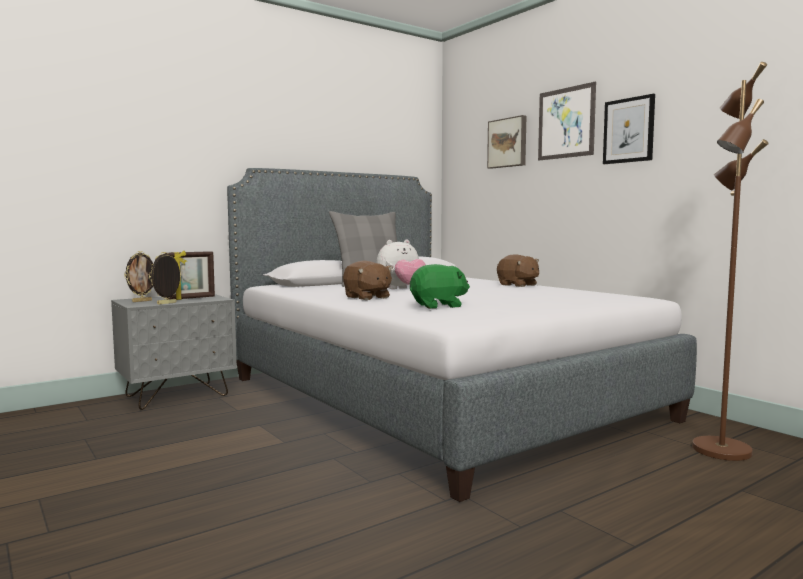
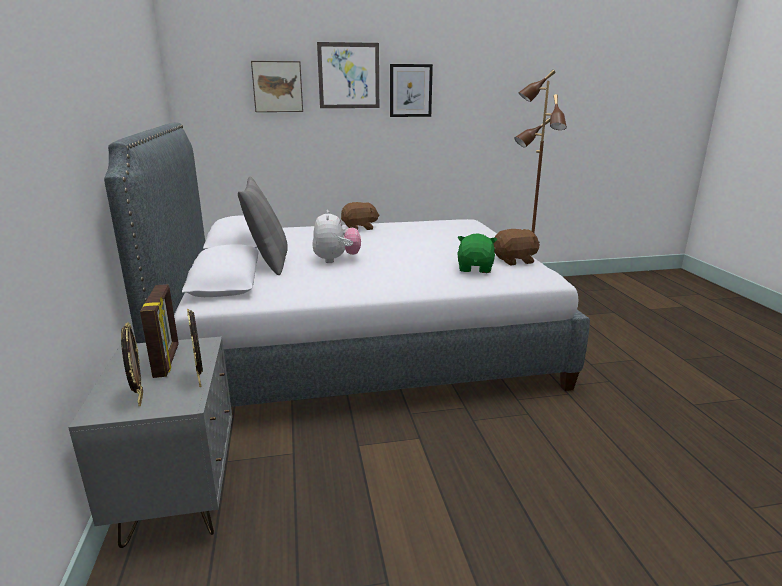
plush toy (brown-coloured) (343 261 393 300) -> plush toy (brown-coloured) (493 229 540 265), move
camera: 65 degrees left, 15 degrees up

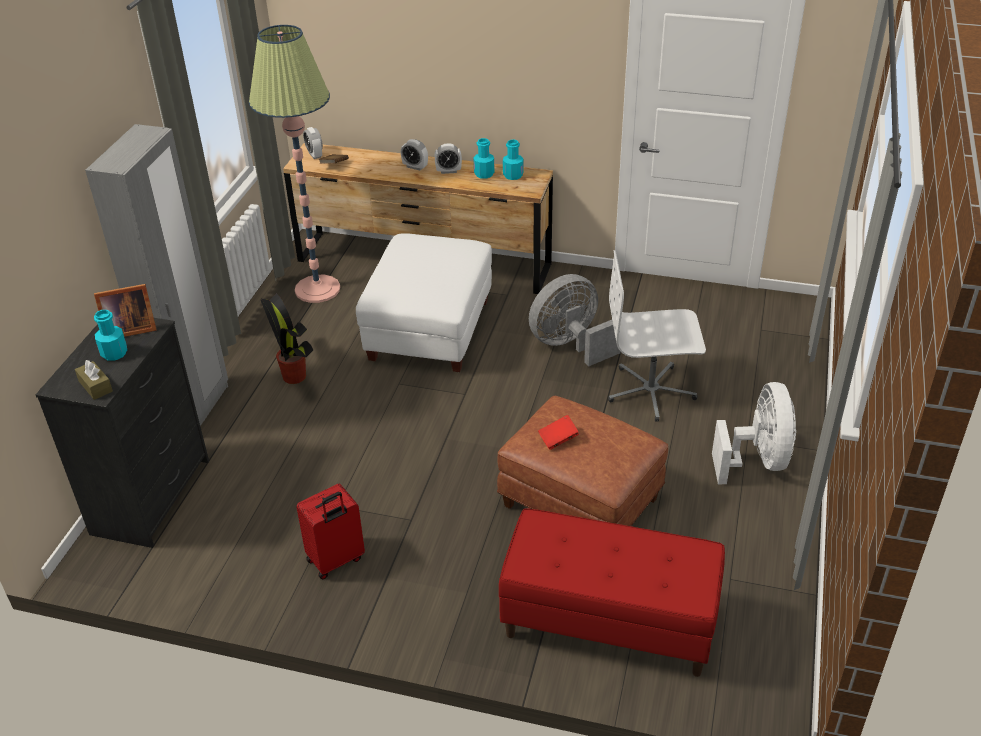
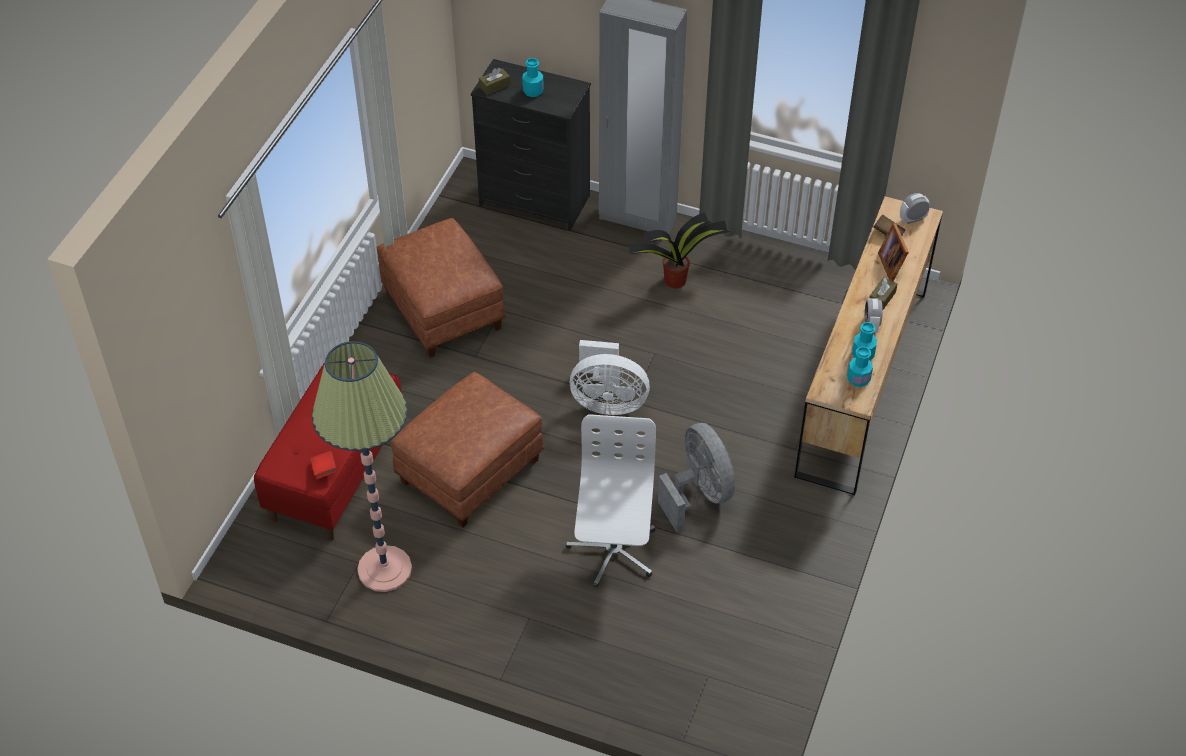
bound book (red) (538 415 579 450) -> bound book (red) (310 451 337 479), move
standard lamp (249 25 340 303) -> standard lamp (312 341 412 592), move
suitcase (red) (296 484 365 580) -> pouffe (brown-coloured) (377 218 506 357)
cooling fan (white-coloured) (712 382 796 484) -> cooling fan (white-coloured) (570 340 650 415), move
alarm clock (401 139 428 171) -> box of tissues (brown-coloured) (869 277 898 310)
photo frame (94 284 156 337) -> photo frame (878 223 909 281), move
pouffe (white-coloured) (356 233 492 372) -> none
camera: 95 degrees right, 10 degrees up

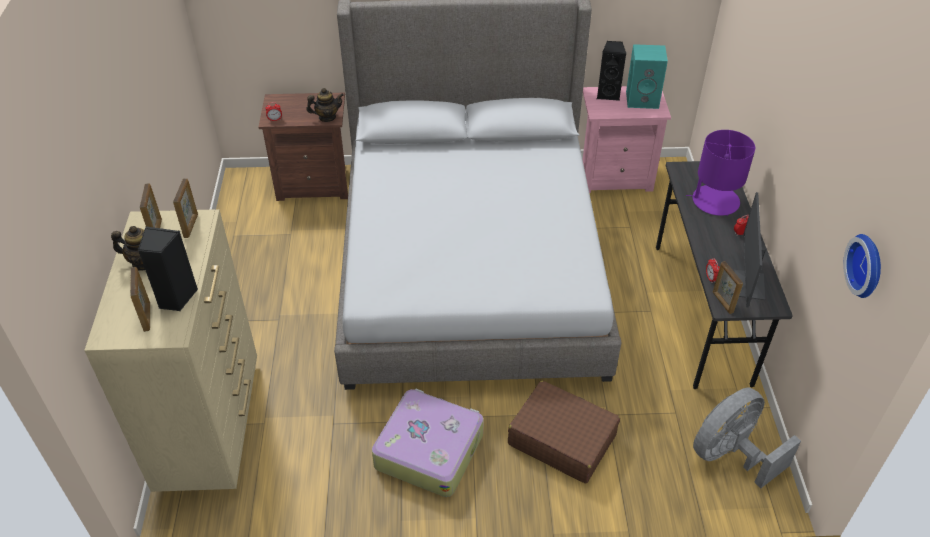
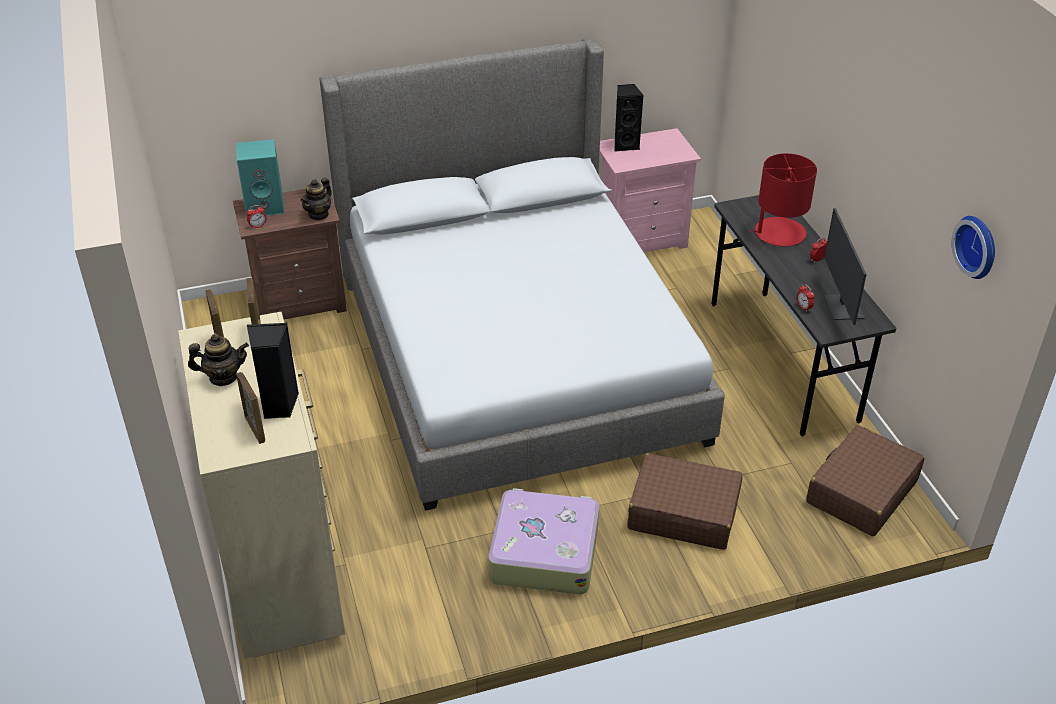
speaker (turquoise-coloured) (626 44 668 109) -> speaker (turquoise-coloured) (236 139 284 216), move
teapot (306 88 344 122) -> teapot (300 178 332 221), 150 degrees clockwise
table lamp (purple) (686 130 755 216) -> table lamp (red) (749 153 817 246)
cooling fan (greyish) (693 387 801 488) -> suitcase (brown-coloured) (806 425 924 536)
photo frame (713 261 743 314) -> none
camera: 15 degrees left, 5 degrees down

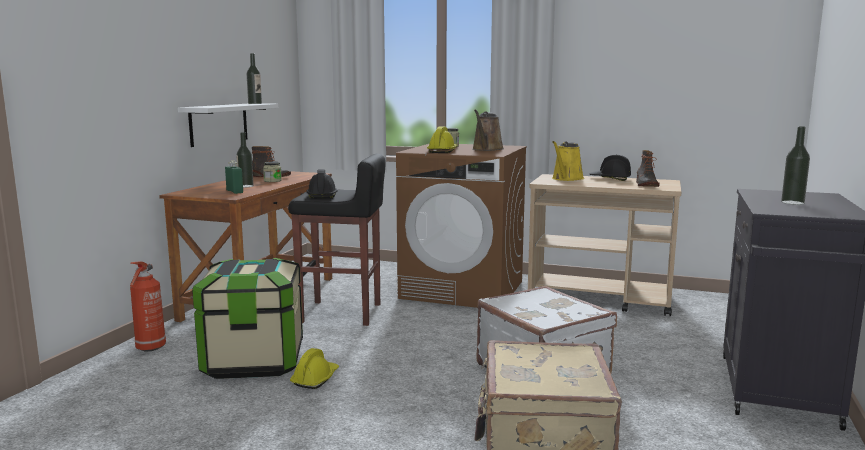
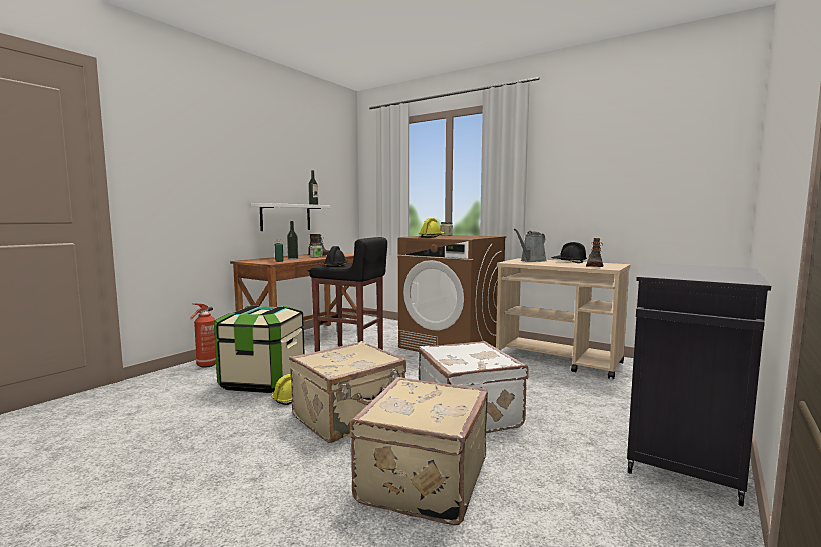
none -> suitcase (sand-coloured) (289 341 406 443)
watering pot (yellow) (552 141 584 181) -> watering pot (greyish) (514 229 547 262)
watering pot (brown-coloured) (472 110 504 151) -> none
drink bottle (781 126 810 205) -> none
camera: 15 degrees right, 5 degrees down

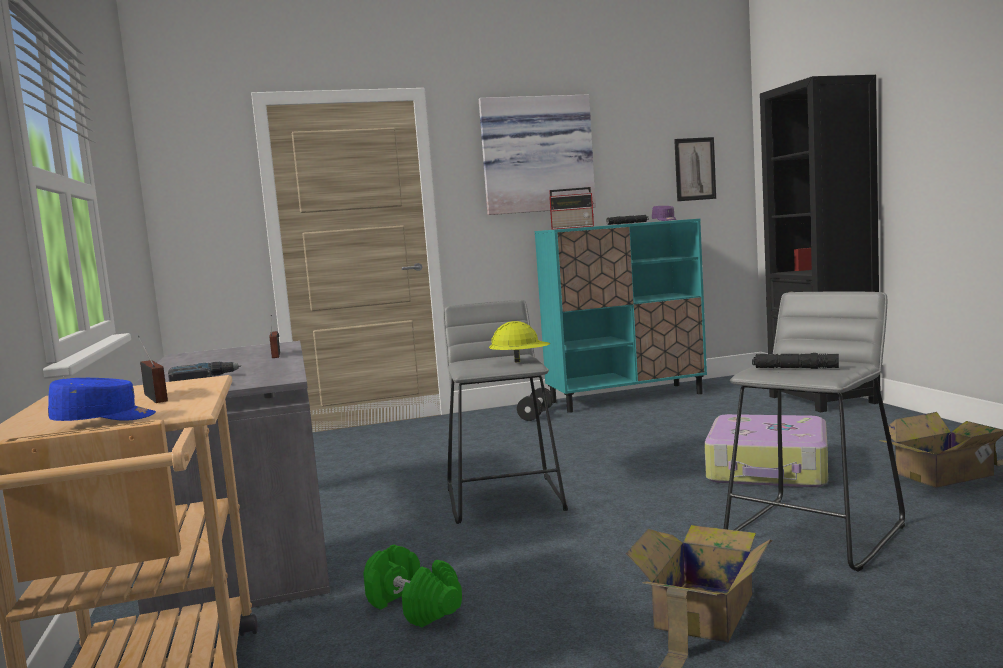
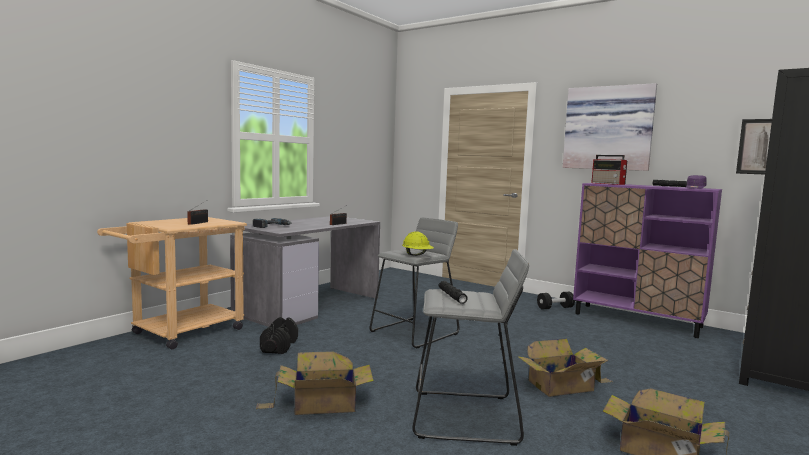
hand weight (green-coloured) (364 545 462 627) -> hand weight (blackish) (260 317 298 354)
suitcase (704 414 828 487) -> carton (517 339 613 397)
storage cabinet (turquoise-coloured) (535 219 707 413) -> storage cabinet (purple) (573 183 722 338)
baseball cap (blue-coloured) (48 378 156 421) -> none
camera: 50 degrees right, 0 degrees up

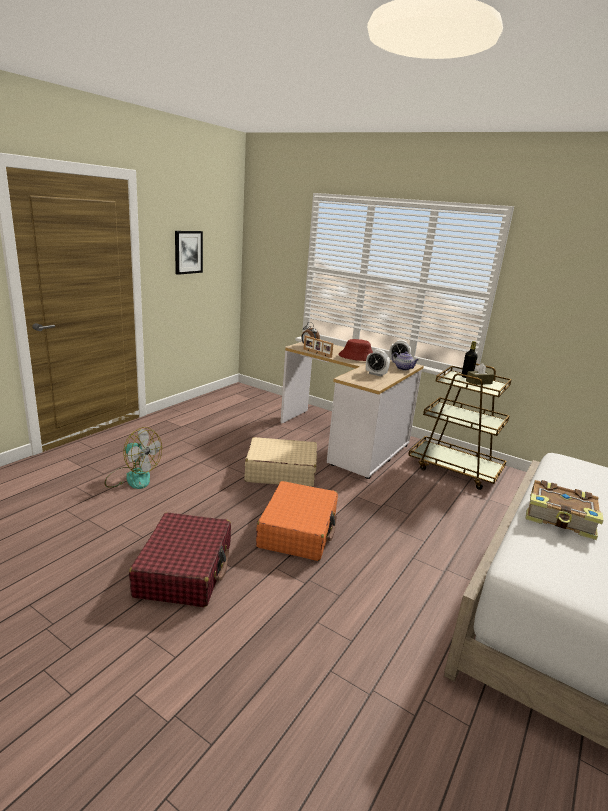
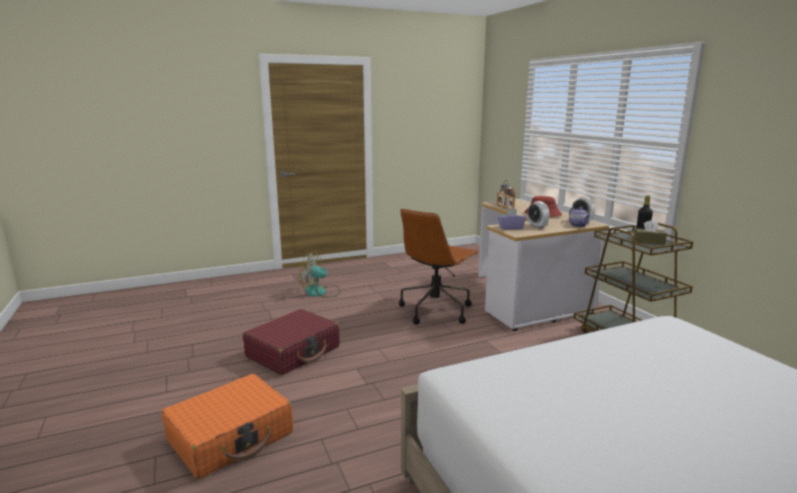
suitcase (orangey) (256 481 338 561) -> suitcase (orangey) (161 374 293 479), move
cooling fan (105 427 162 489) -> cooling fan (299 252 340 298), 135 degrees clockwise
suitcase (sand-coloured) (245 437 317 487) -> office chair (brown-coloured) (399 209 479 324)
none -> box of tissues (purple) (498 209 526 230)
wall picture (175 231 203 275) -> none
bound book (525 480 604 540) -> none
camera: 35 degrees right, 5 degrees down

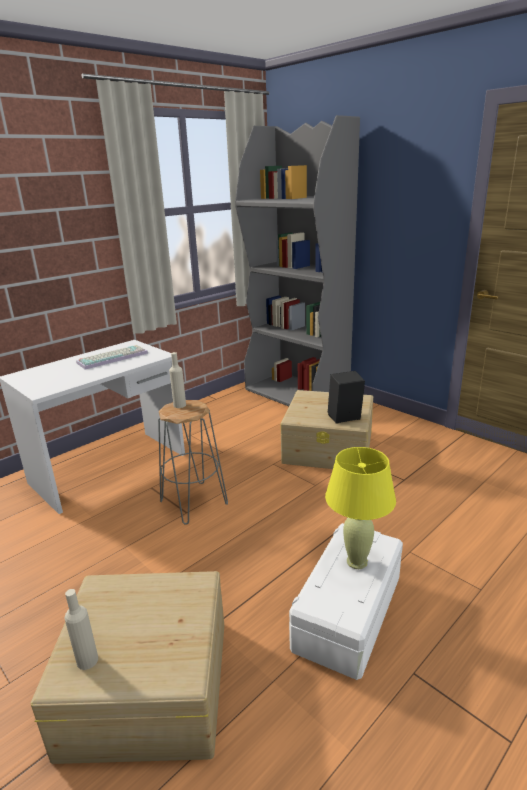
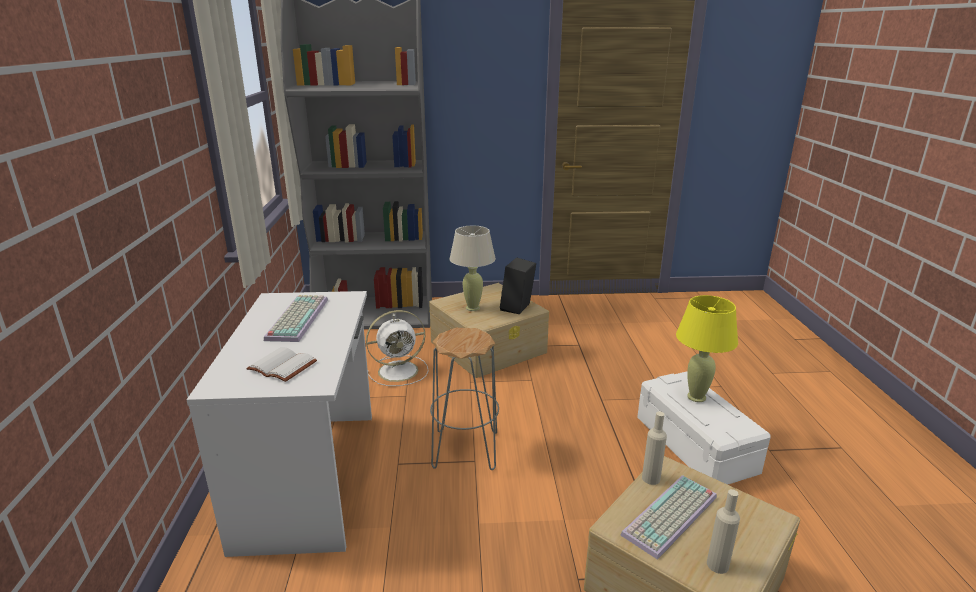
none -> bound book (white-coloured) (246 347 317 382)
none -> cooling fan (white-coloured) (366 310 429 386)
none -> table lamp (sand-coloured) (450 226 496 311)
none -> computer keyboard (620 475 717 560)
drink bottle (sand-coloured) (169 352 186 408) -> drink bottle (sand-coloured) (642 411 667 485), move
camera: 50 degrees left, 0 degrees up

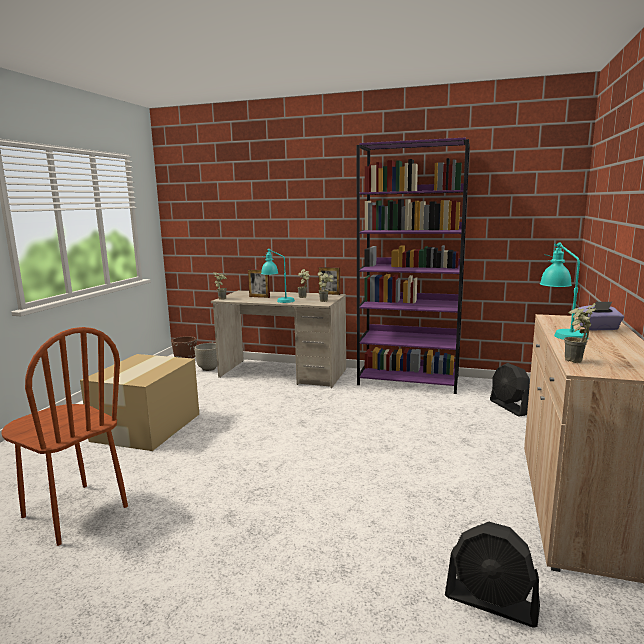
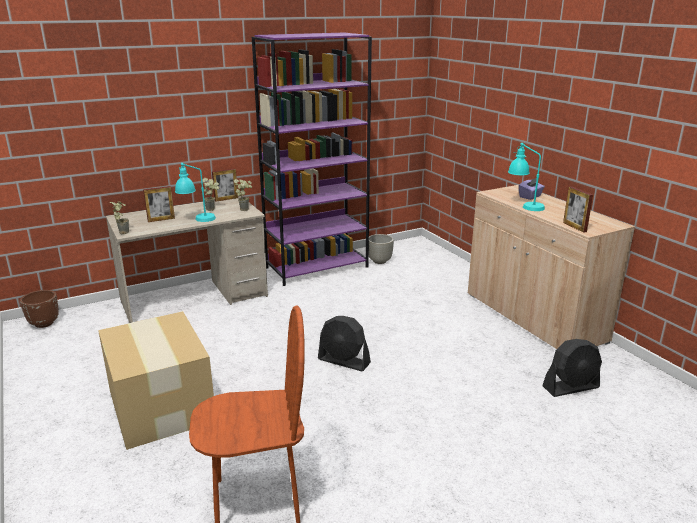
cooling fan (blackish) (490 363 530 417) -> cooling fan (blackish) (318 316 371 371), move
planter (greyish) (194 343 217 371) -> planter (greyish) (369 234 394 264), move
houseplant (564 303 596 363) -> photo frame (563 186 593 233)
camera: 45 degrees left, 10 degrees up

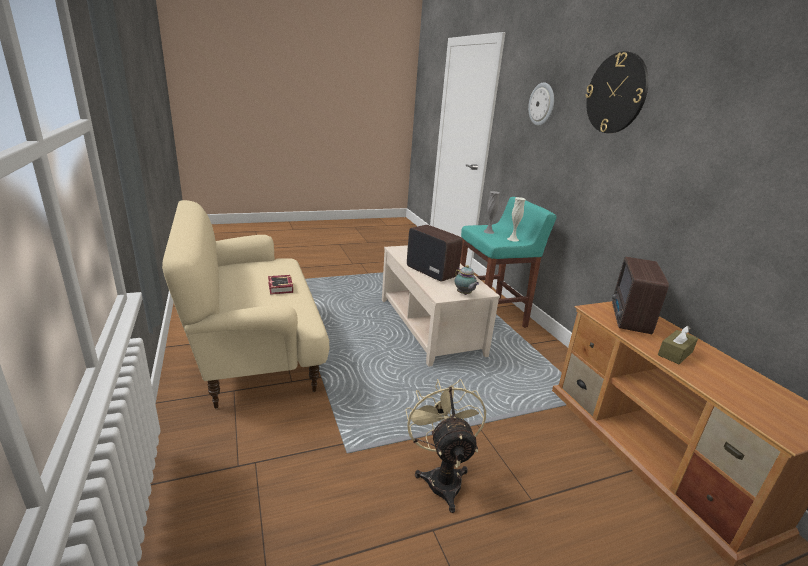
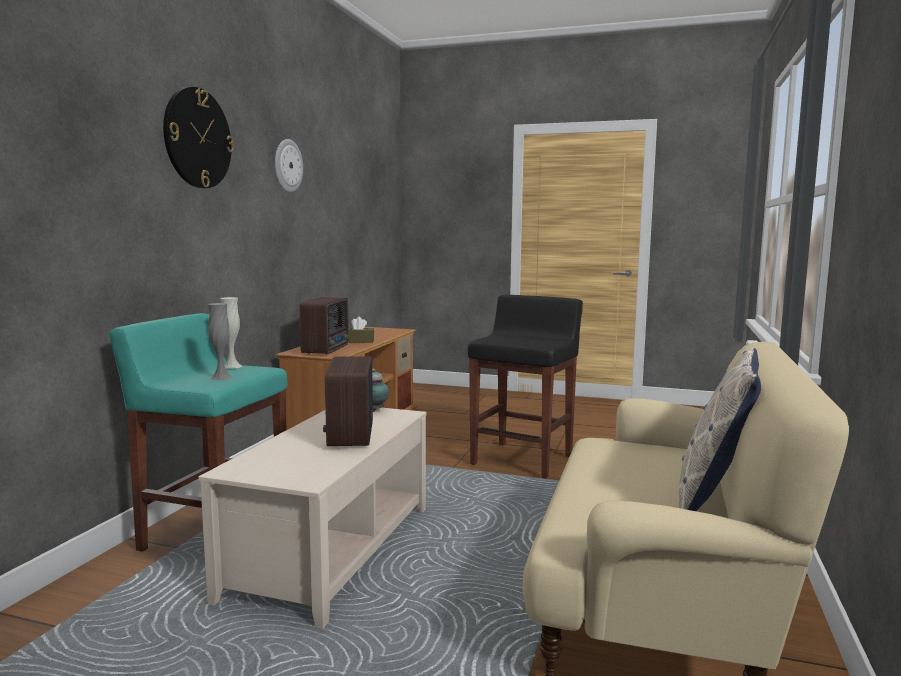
hanging clock (528 82 554 126) -> hanging clock (275 139 303 192), move
radio set (612 256 669 334) -> radio set (299 297 349 354), 45 degrees counterclockwise
cooling fan (sand-coloured) (405 379 486 513) -> stool seat (blackish) (468 295 583 479)
none -> pillow (679 348 761 511)
bound book (268 275 294 295) -> none
camera: 140 degrees left, 15 degrees down

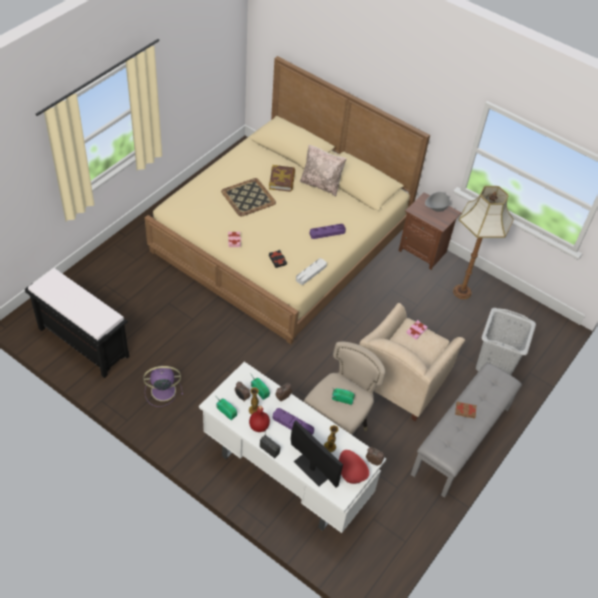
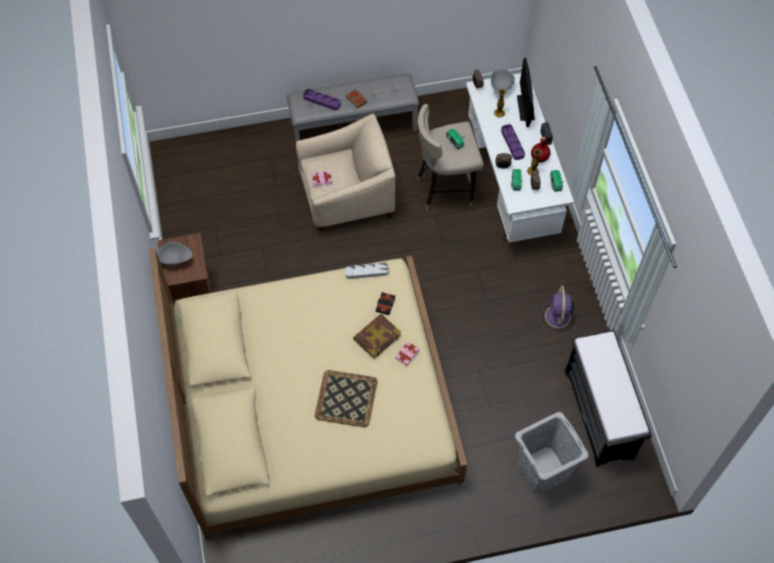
serving tray (purple) (310 224 346 239) -> serving tray (purple) (303 89 341 111), move
bound book (269 165 295 192) -> bound book (353 314 401 359), move
deep dish (red) (339 450 369 484) -> deep dish (greyish) (491 68 515 94)
hamper (greyish) (476 308 536 375) -> hamper (greyish) (515 412 589 493), move
cooling fan (purple) (143 366 183 407) -> cooling fan (purple) (540 285 577 334), 60 degrees clockwise
pillow (sand-coloured) (300 144 346 196) -> none
standard lamp (453 186 514 299) -> none
camera: 135 degrees left, 10 degrees up

